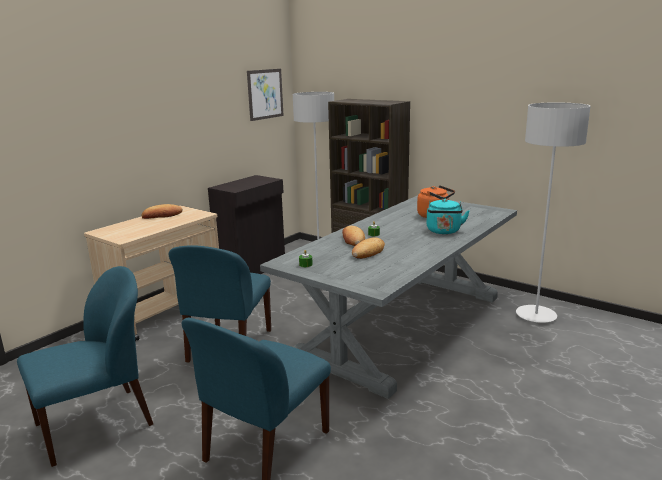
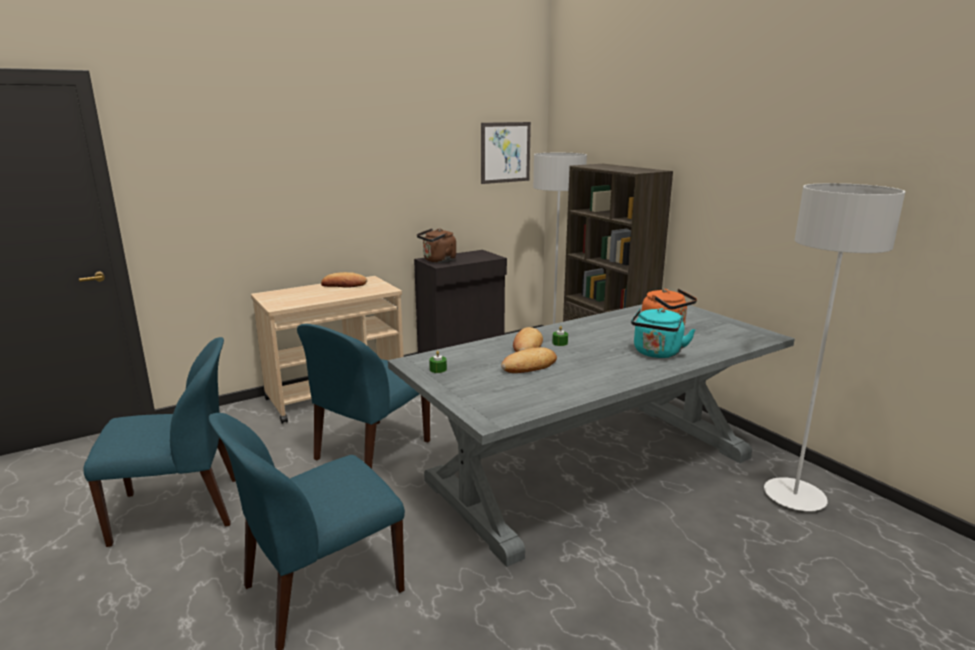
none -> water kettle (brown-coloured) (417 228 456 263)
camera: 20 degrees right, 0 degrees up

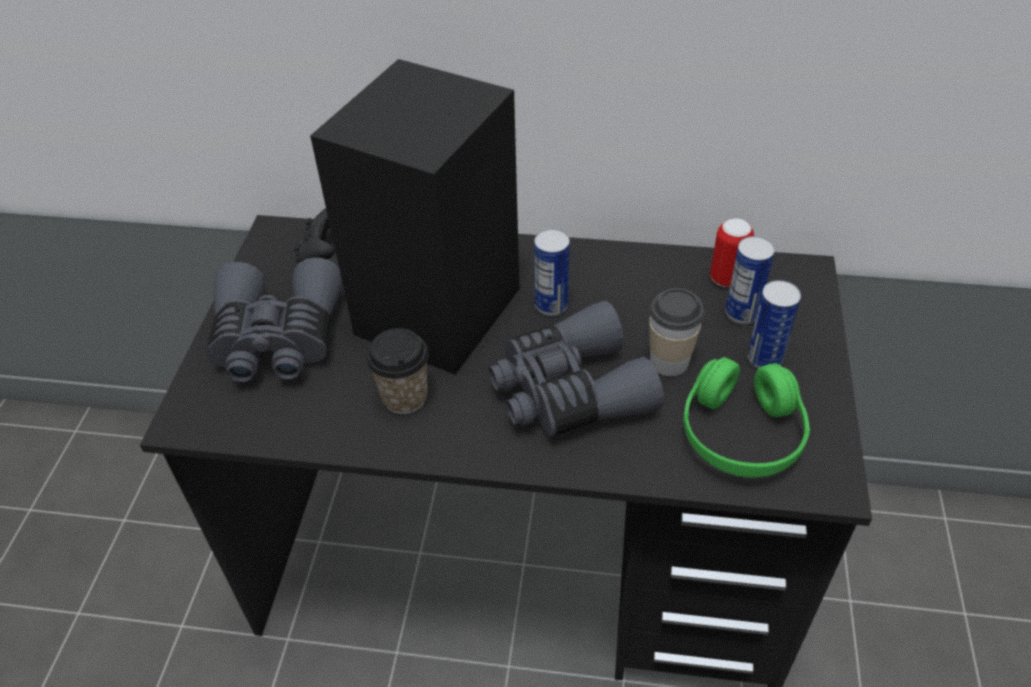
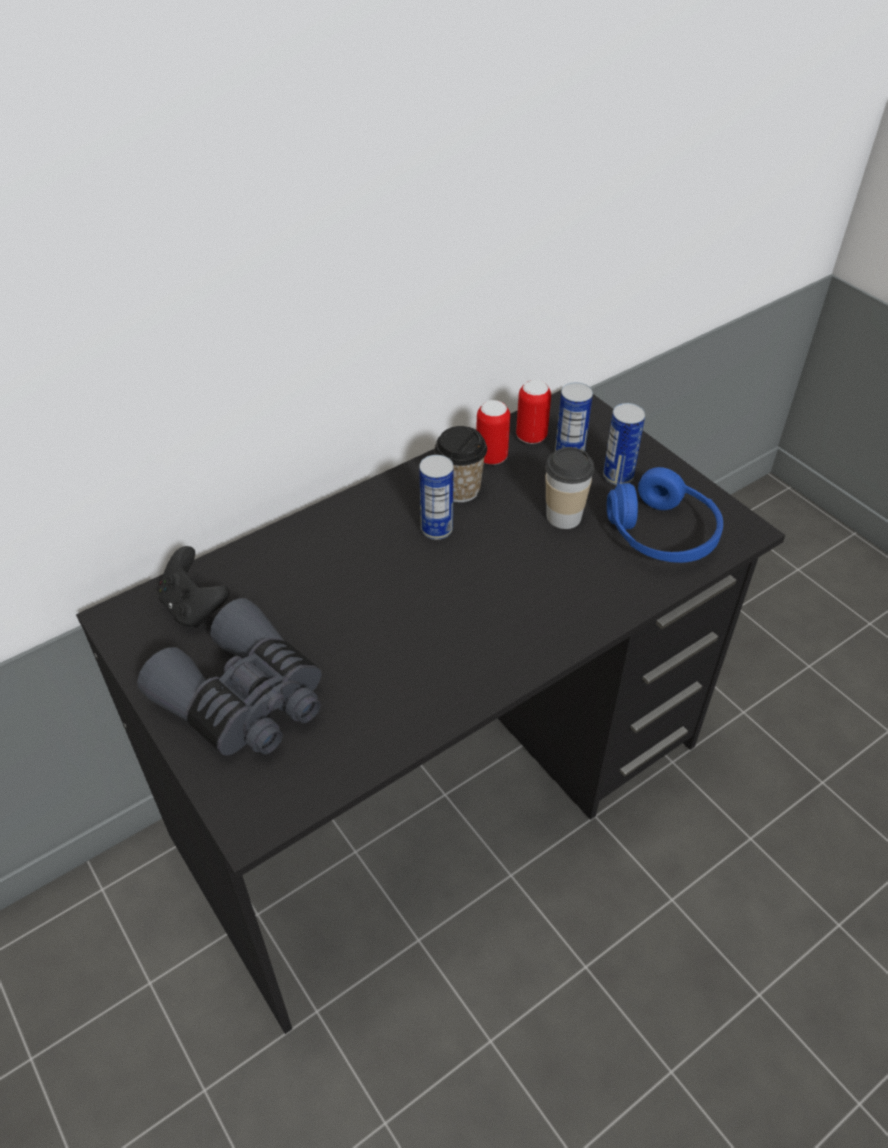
cup (367 328 429 414) -> cup (435 426 487 503), move
none -> sealed can (476 400 510 465)
headphones (green-coloured) (683 357 810 478) -> headphones (blue-coloured) (607 467 723 563)
speaker (blackish) (310 59 519 375) -> none
binoculars (greyish) (489 301 664 437) -> none
camera: 45 degrees left, 0 degrees up

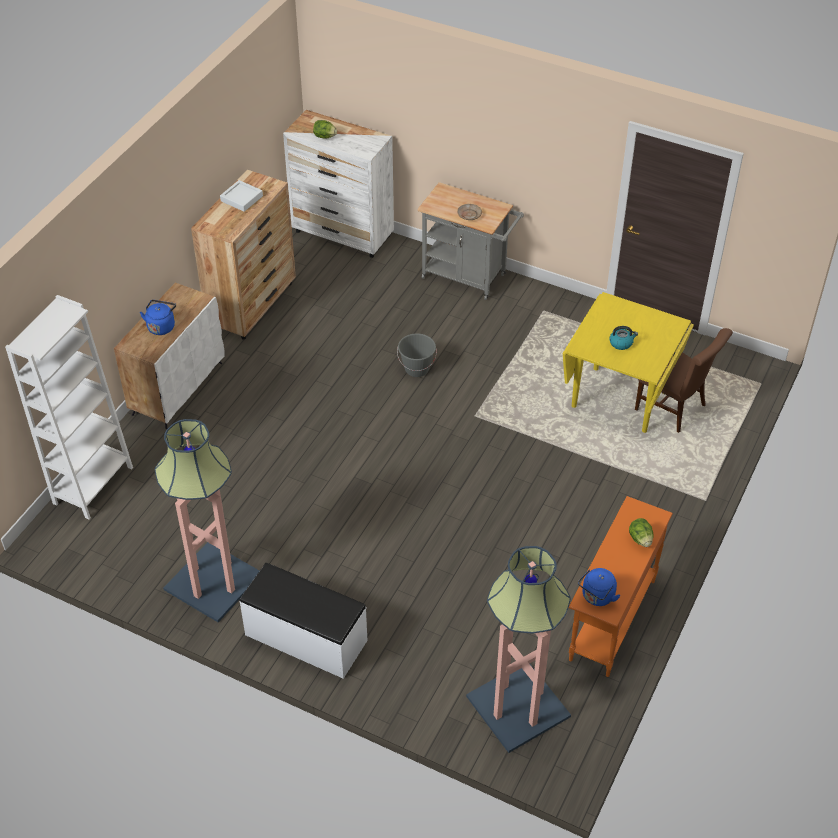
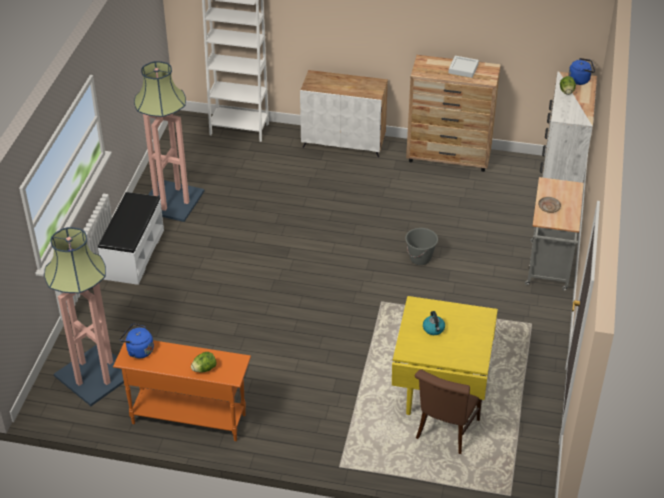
water kettle (blue-coloured) (140 300 176 335) -> water kettle (blue-coloured) (568 58 595 85), move
camera: 75 degrees right, 5 degrees down

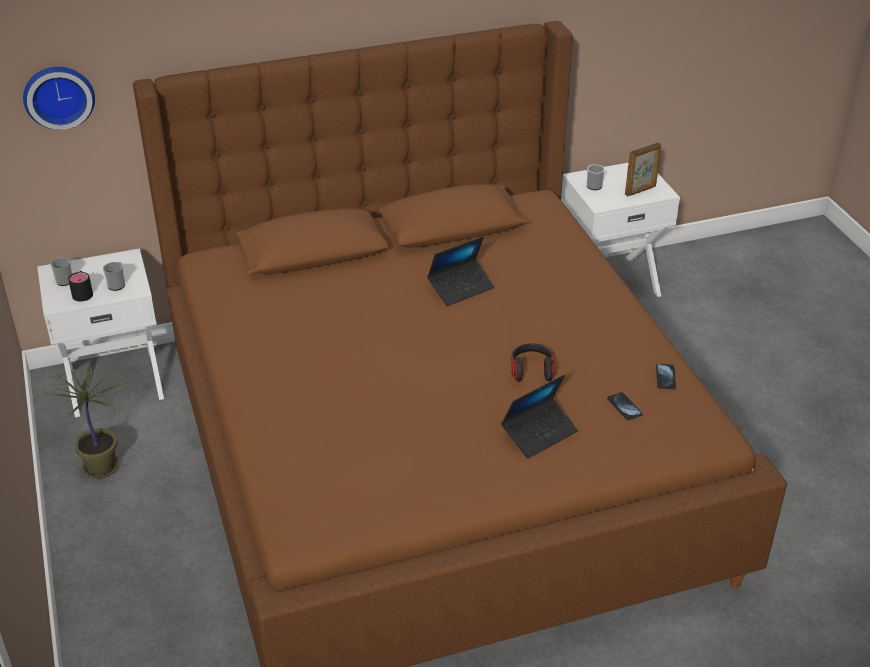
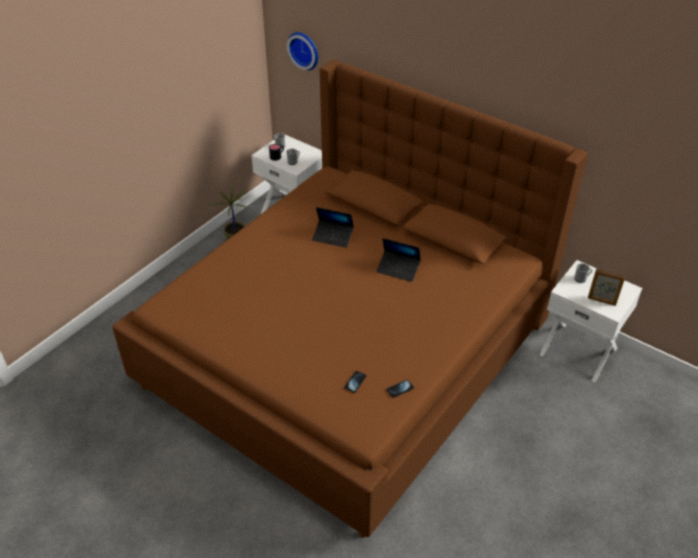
portable computer (501 375 578 459) -> portable computer (312 207 354 248), move
headphones (511 343 556 382) -> none
camera: 55 degrees right, 5 degrees up

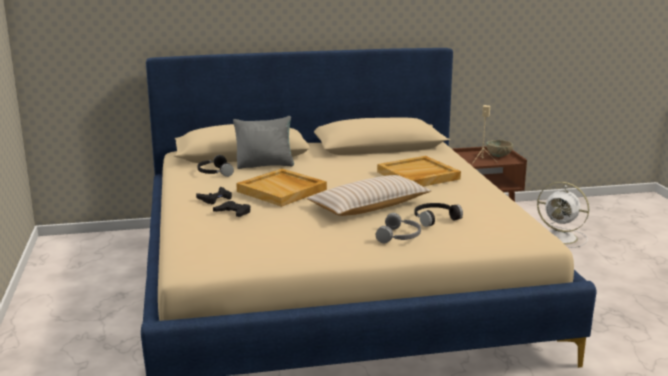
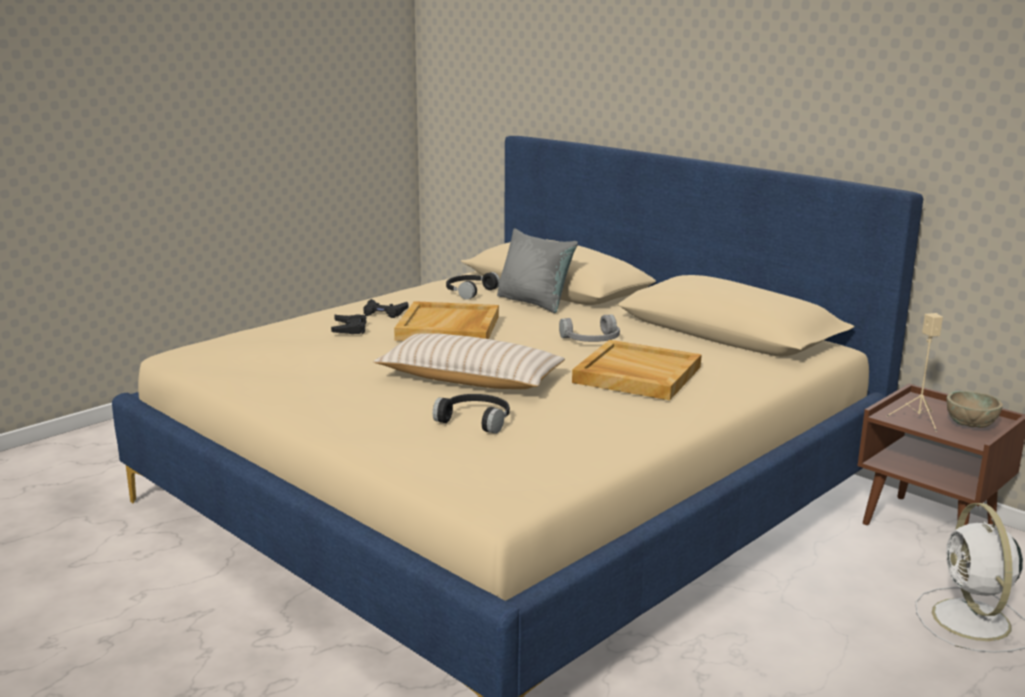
headphones (greyish) (375 213 421 243) -> headphones (greyish) (559 314 620 342), move
camera: 55 degrees right, 0 degrees up

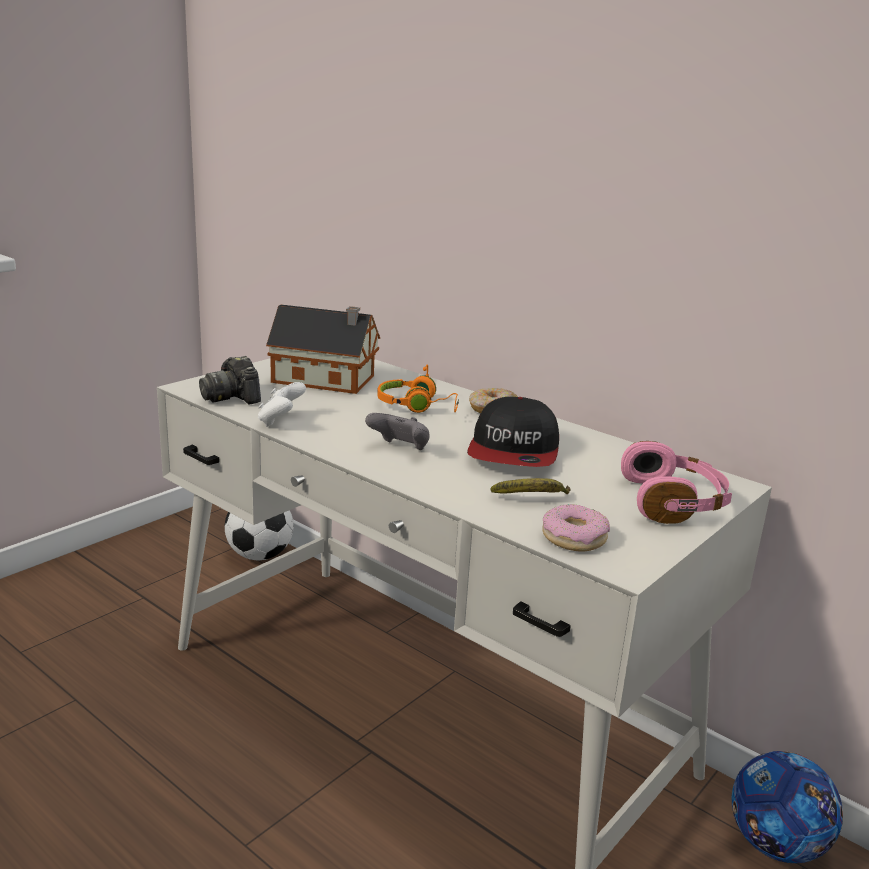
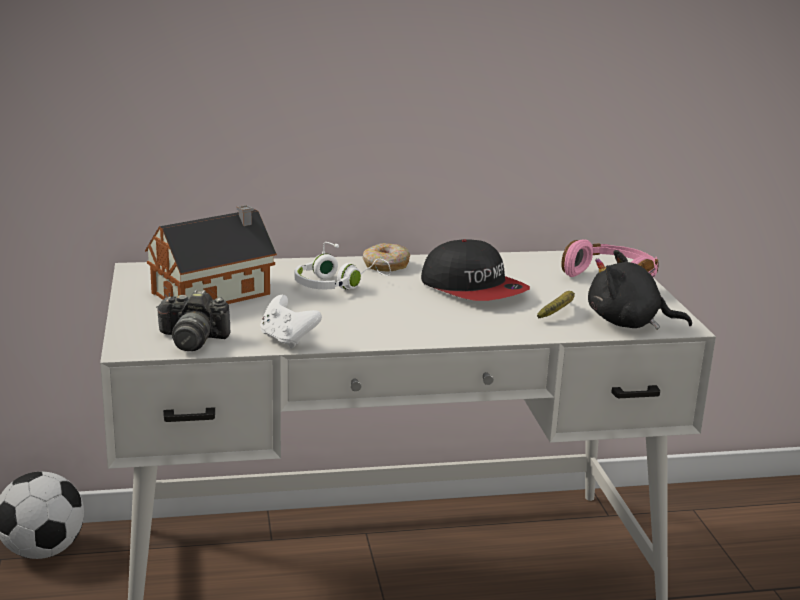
headphones (orangey) (377 364 459 413) -> headphones (white-coloured) (294 242 391 290)
donut (543 504 610 551) -> plush toy (blackish) (588 250 692 330)
gamepad (greyish) (365 413 430 450) -> none
football ball (732 751 843 863) -> none
camera: 50 degrees left, 0 degrees up

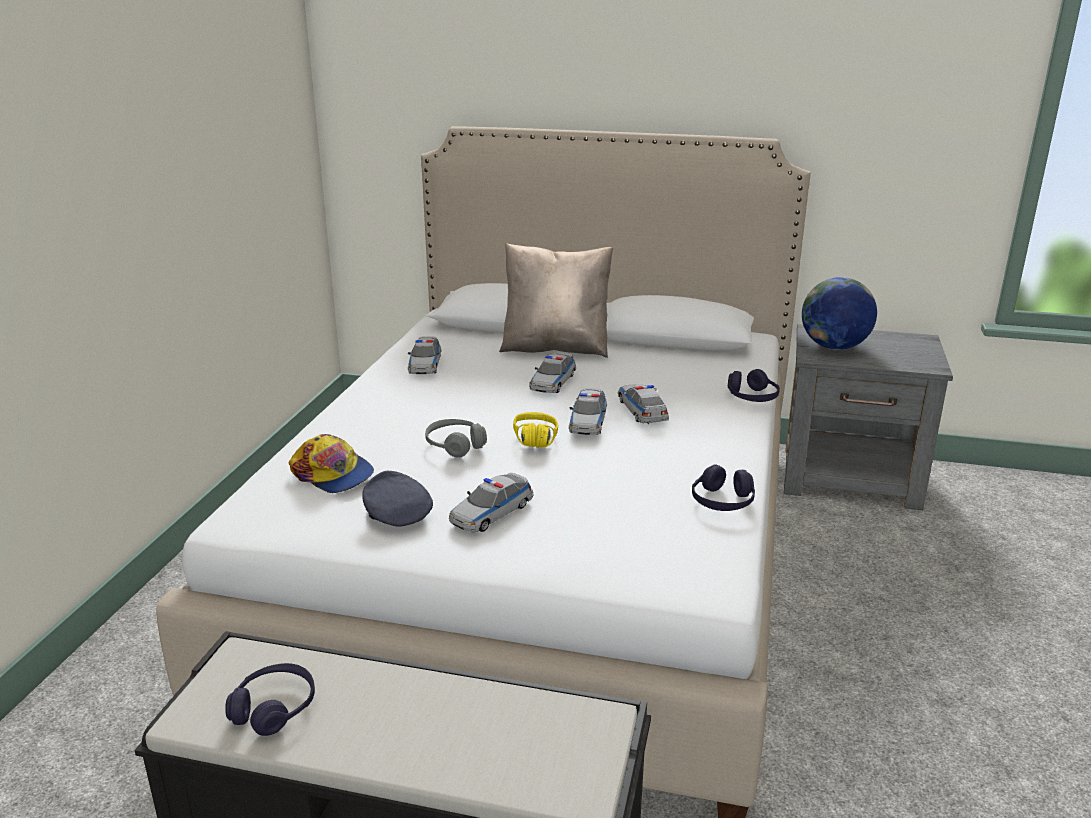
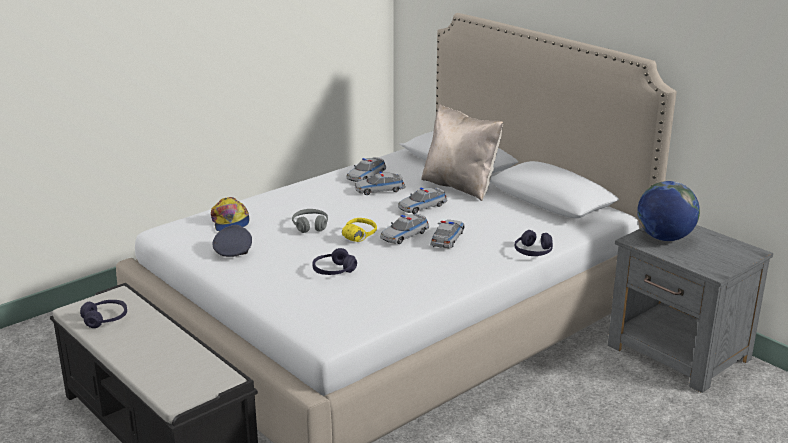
headphones (purple) (692 464 755 511) -> headphones (purple) (313 248 357 275), move
model car (449 473 534 532) -> model car (355 171 406 195), move
camera: 35 degrees right, 0 degrees up

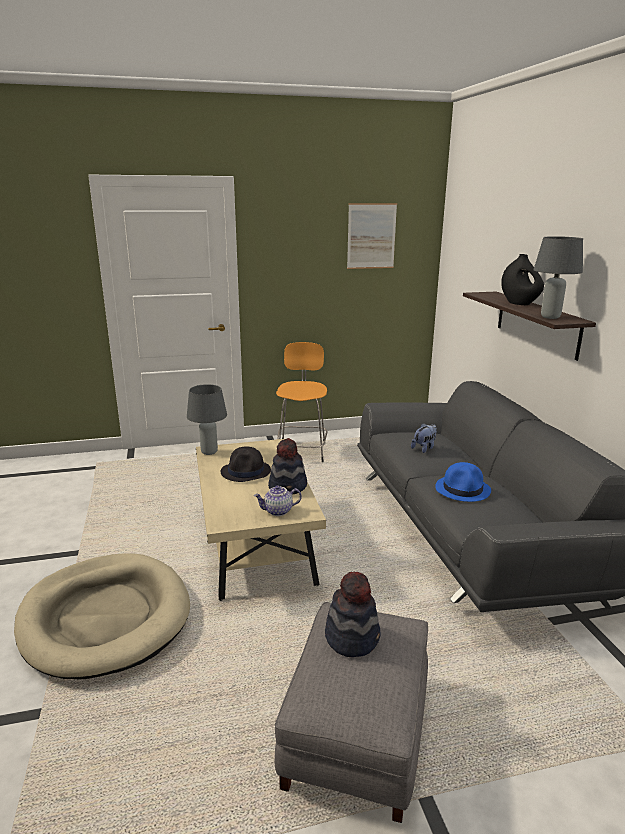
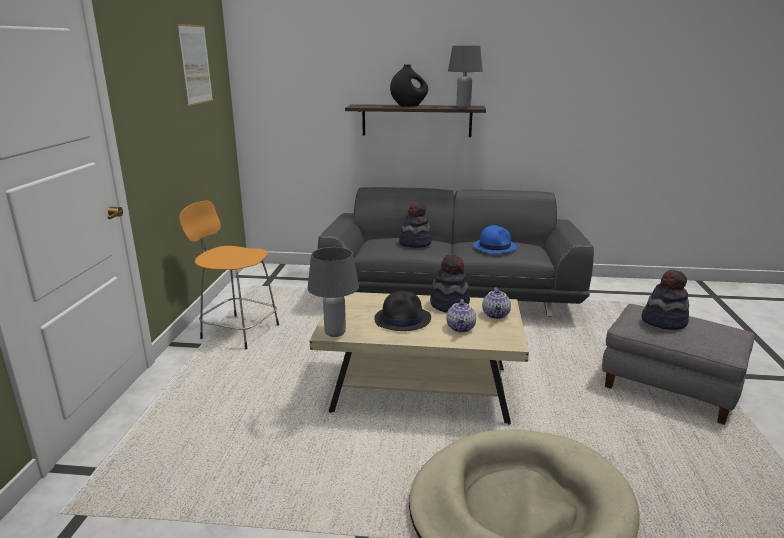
plush toy (411 423 437 453) -> wearable hat (399 202 432 248)
none -> teapot (447 299 476 333)
camera: 70 degrees left, 0 degrees up

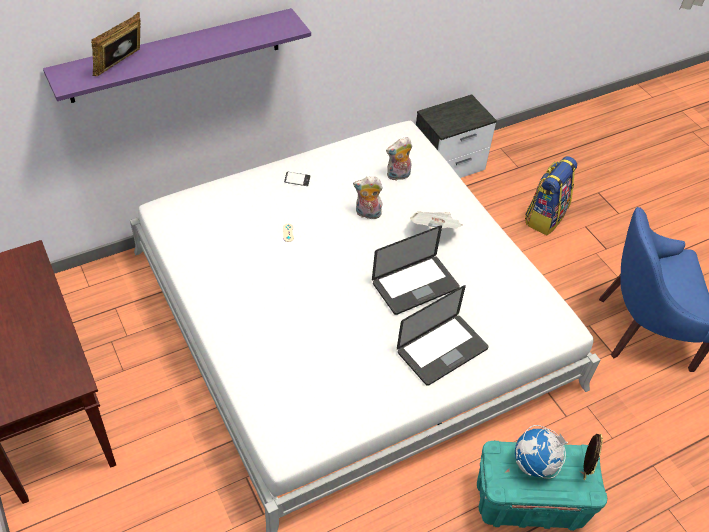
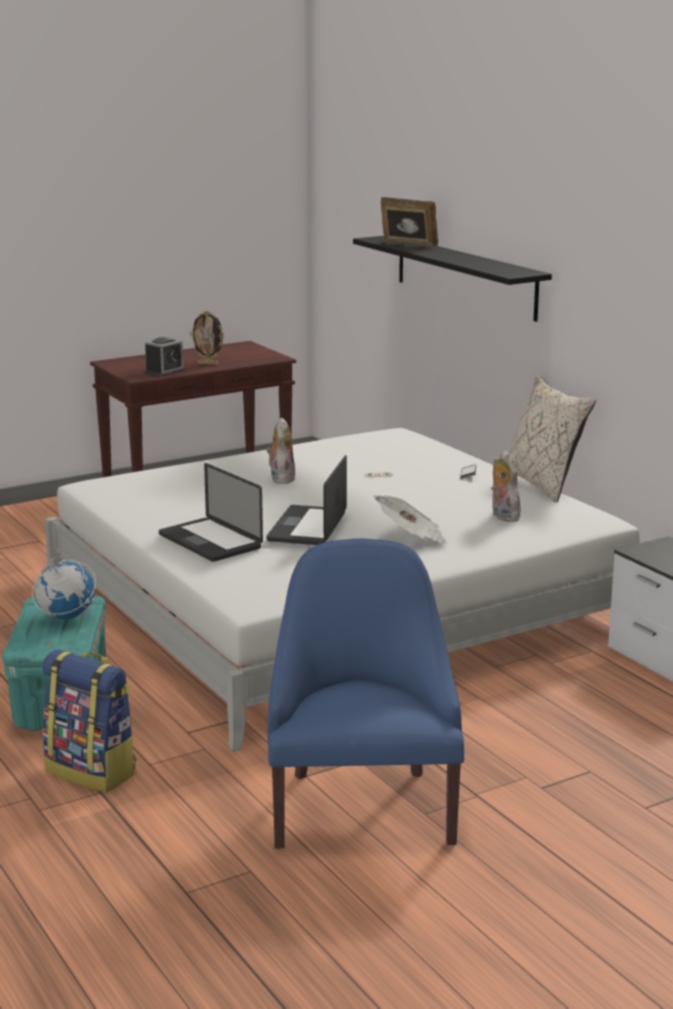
backpack (525 156 577 235) -> backpack (43 649 136 792), move
none -> alarm clock (145 337 185 377)
photo frame (583 434 603 481) -> photo frame (190 310 225 365), move
plush toy (353 176 383 219) -> plush toy (266 418 295 484), move
portable computer (372 225 460 315) -> portable computer (266 455 347 545), 45 degrees clockwise
shelf (purple) (43 8 311 103) -> shelf (blackish) (353 236 552 322)
none -> pillow (sand-coloured) (509 375 596 502)
camera: 90 degrees right, 30 degrees down

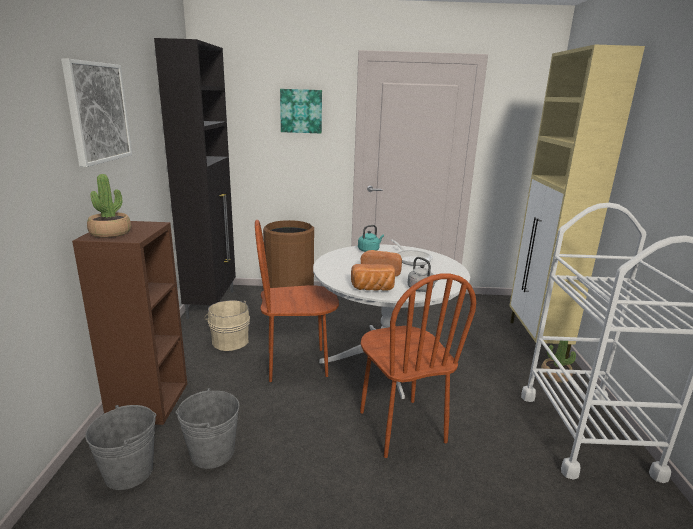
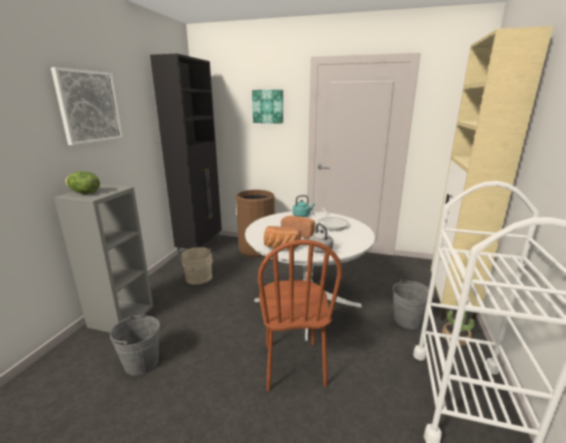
bookcase (brown-coloured) (72 221 187 425) -> bookcase (greyish) (54 184 153 333)
houseplant (87 174 131 238) -> head of lettuce (65 172 100 194)
water bucket (greyish) (85 405 157 490) -> water bucket (greyish) (393 280 433 329), move
chair (brown-coloured) (255 220 339 382) -> none
camera: 15 degrees right, 0 degrees up

